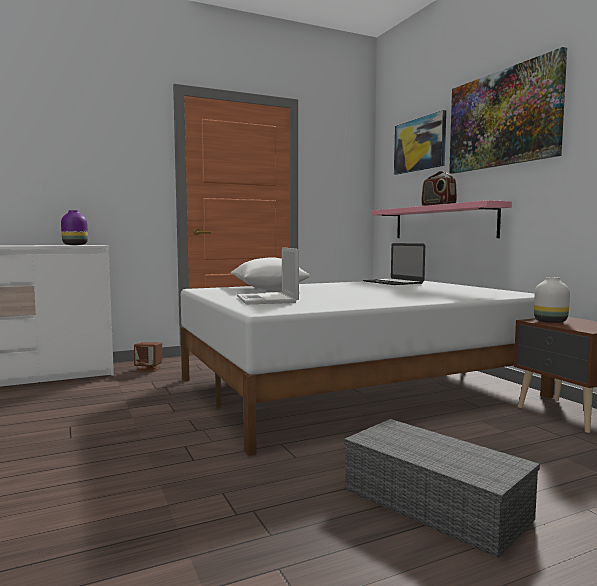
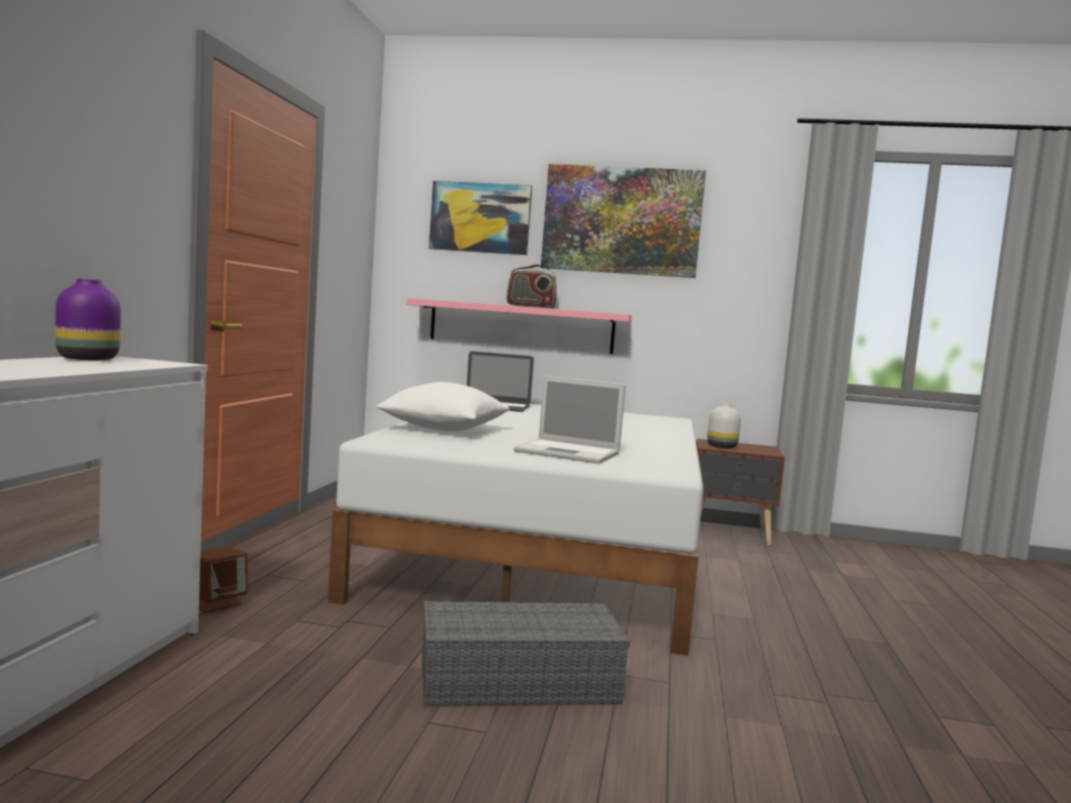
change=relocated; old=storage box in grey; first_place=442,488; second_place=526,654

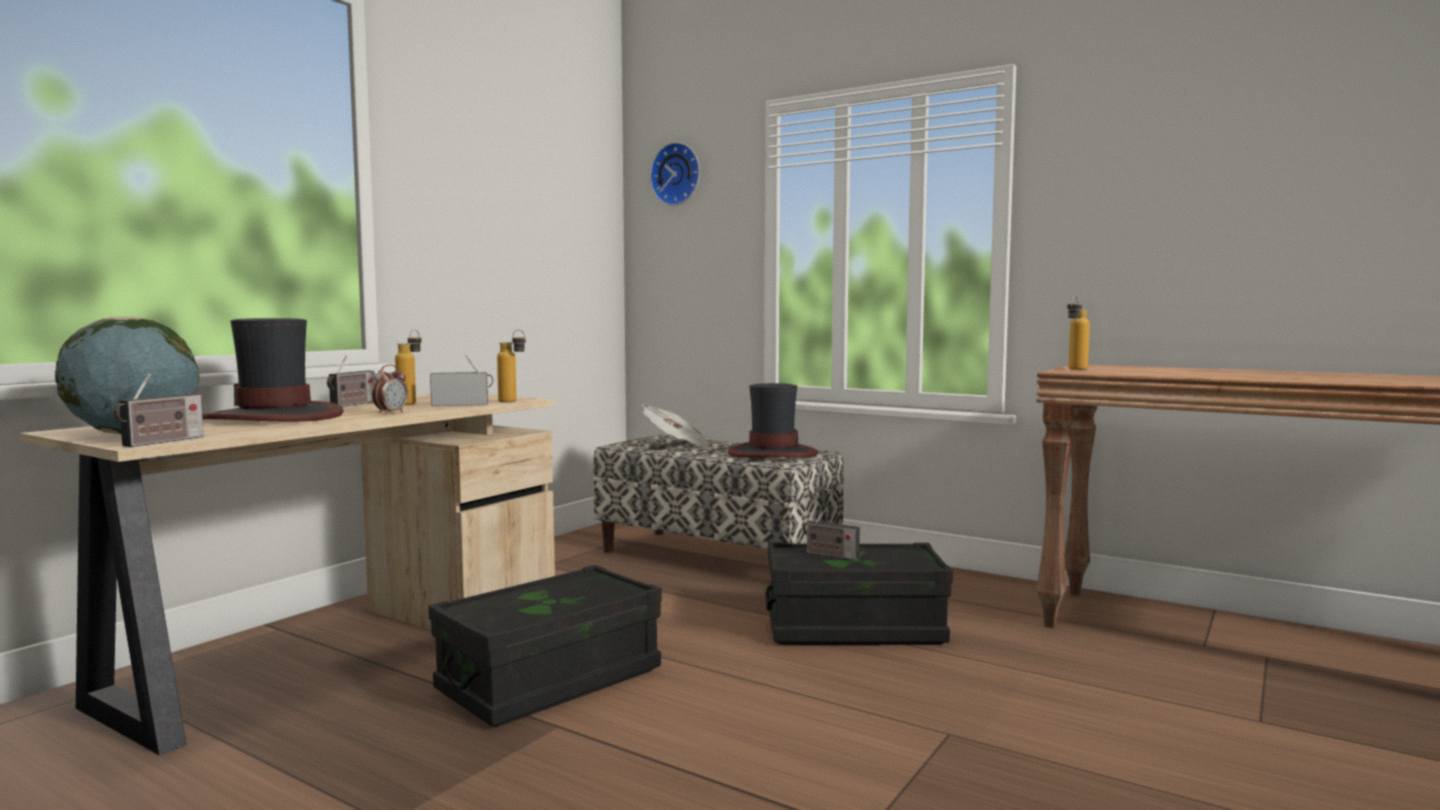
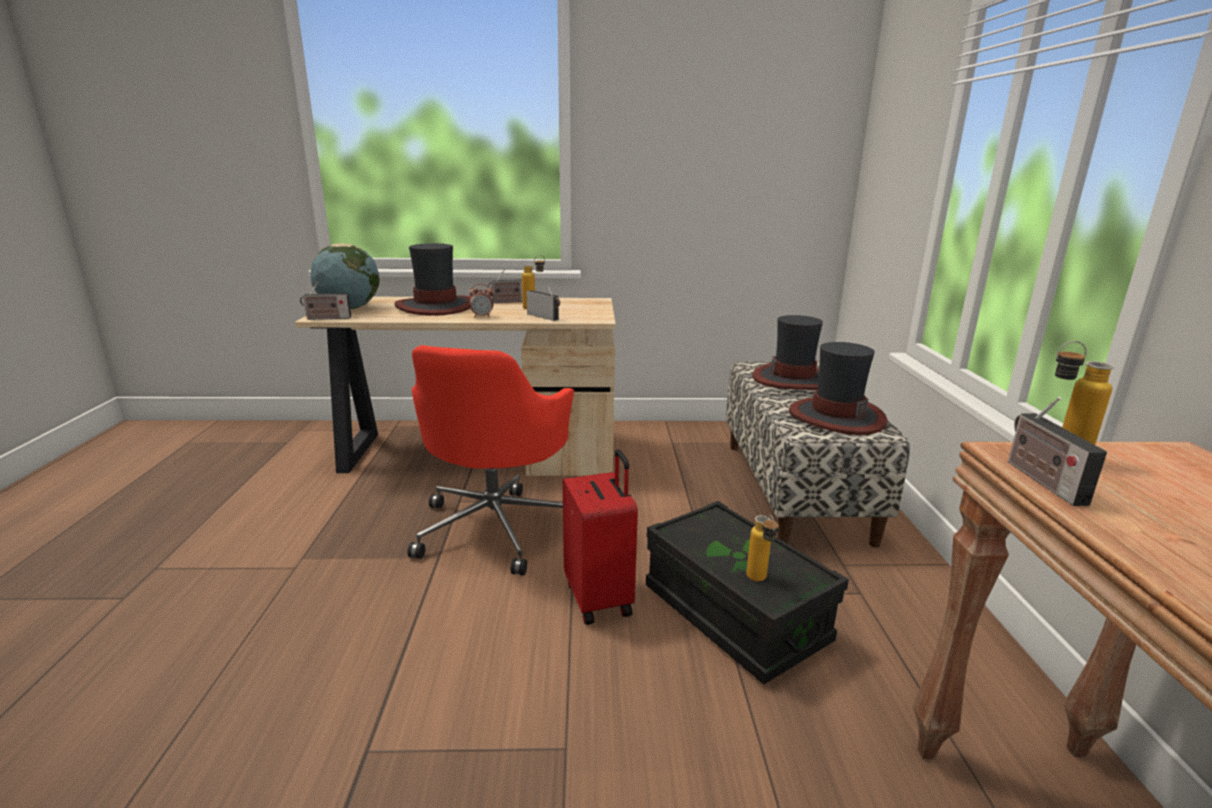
change=exchanged; old=storage box in black; new=office chair in red; first_place=545,646; second_place=490,460
change=relocated; old=bottle; first_place=511,365; second_place=762,548
change=exchanged; old=newspaper; new=hat; first_place=675,426; second_place=787,352
change=missing; old=wall clock; first_place=675,174
change=relocated; old=radio; first_place=831,533; second_place=1057,451
change=appeared; new=suitcase in red; second_place=600,537

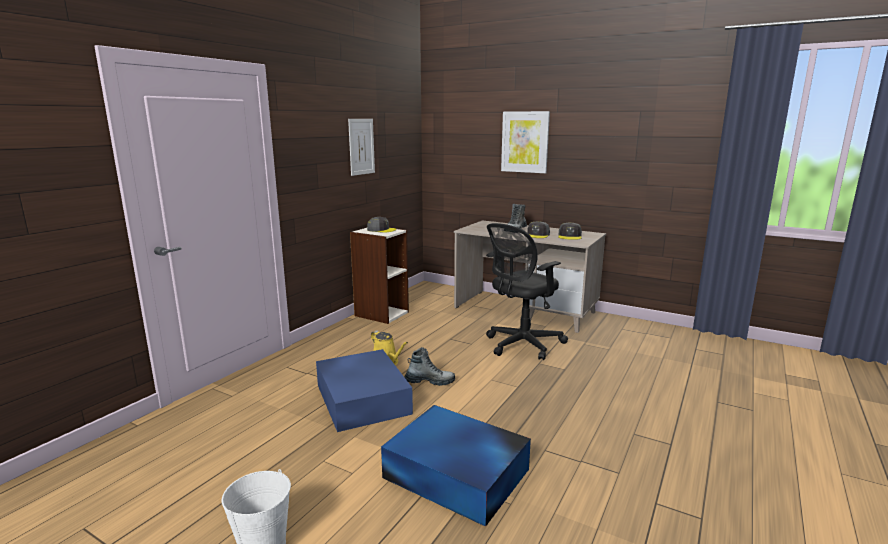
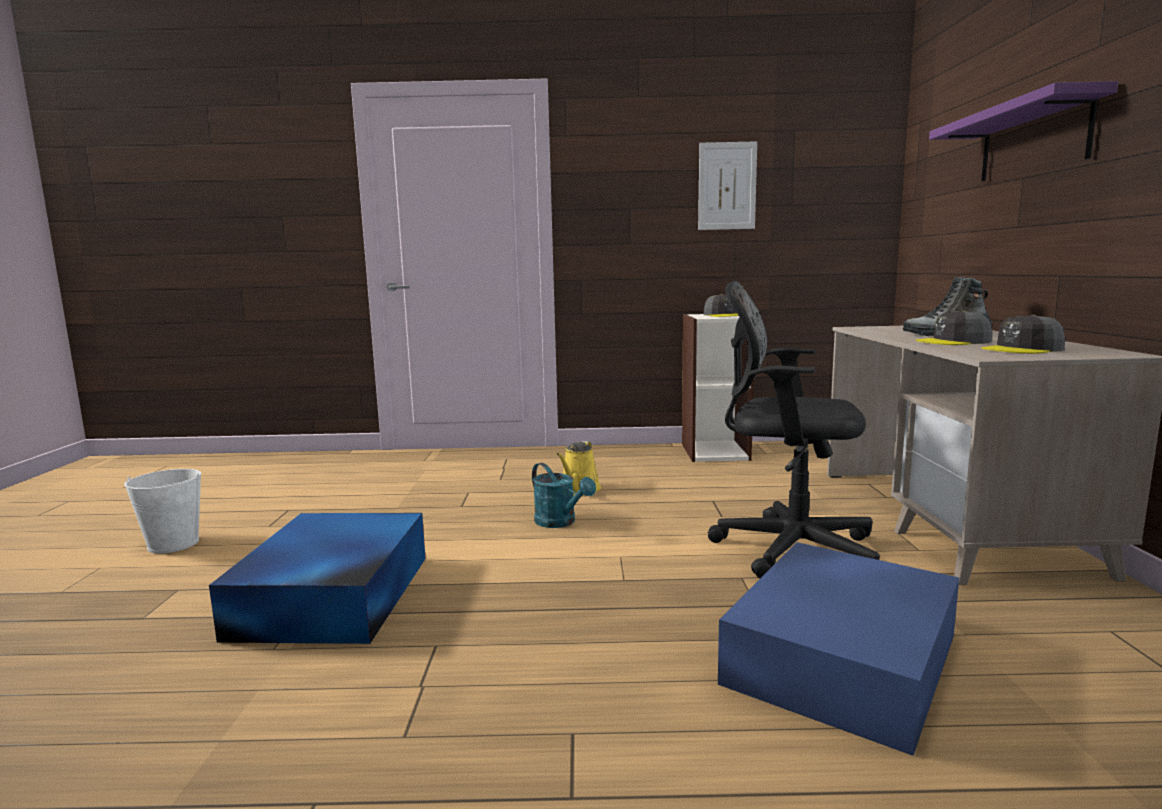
change=relocated; old=storage box in blue; first_place=364,390; second_place=838,649
change=exchanged; old=boot; new=watering can in turquoise; first_place=430,366; second_place=564,495
change=exchanged; old=picture; new=shelf in purple; first_place=525,142; second_place=1023,131

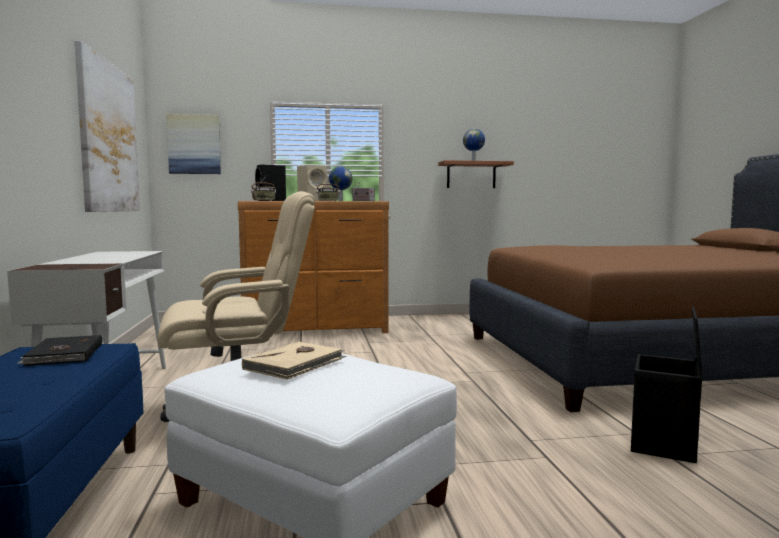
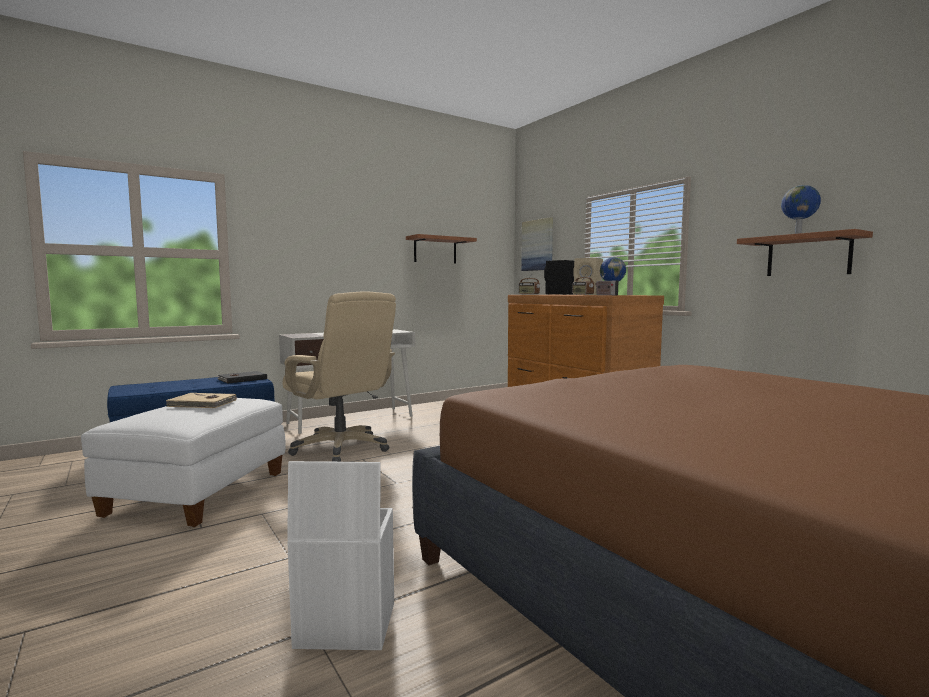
change=exchanged; old=picture; new=shelf; first_place=107,126; second_place=441,249
change=colour; old=storage box in black; new=storage box in white; first_place=667,385; second_place=340,555

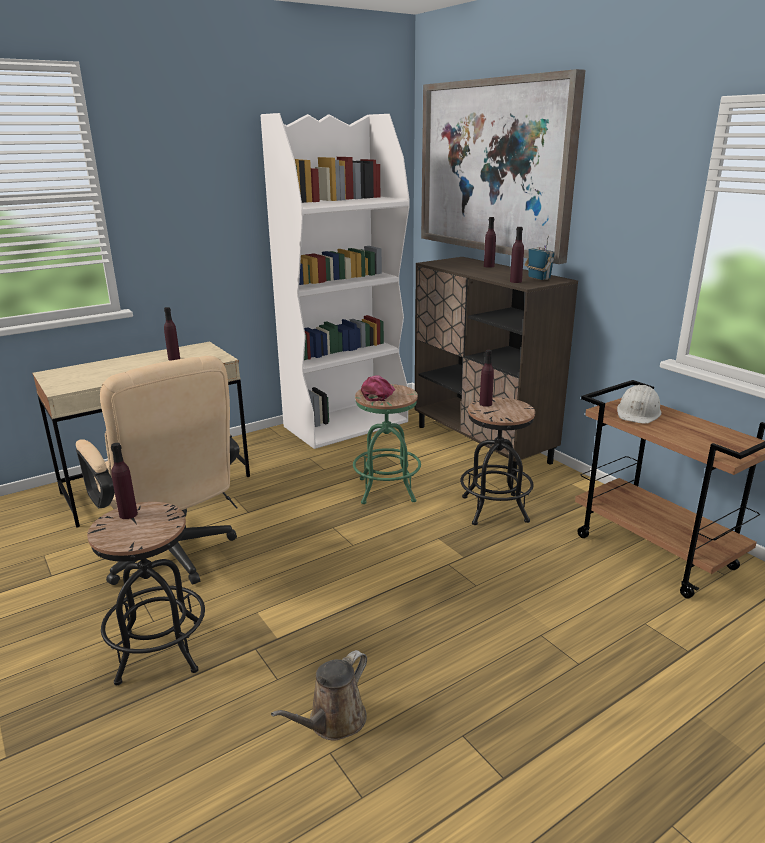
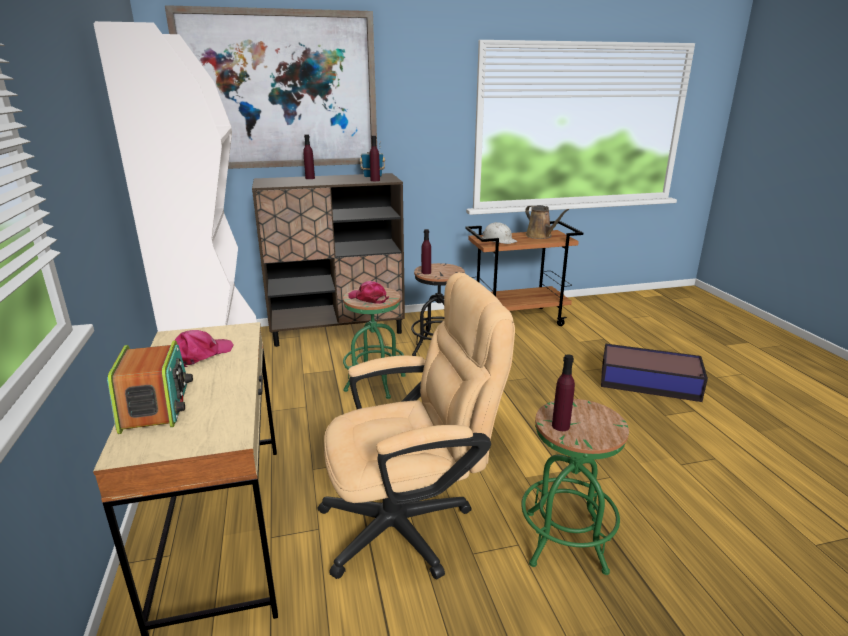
change=colour; old=stool in black; new=stool in green; first_place=146,593; second_place=575,487
change=exchanged; old=bottle in purple; new=cap in pink; first_place=172,334; second_place=204,348
change=relocated; old=watering can in brown; first_place=319,695; second_place=547,222
change=appeared; new=radio; second_place=150,387
change=appeared; new=storage box; second_place=654,372

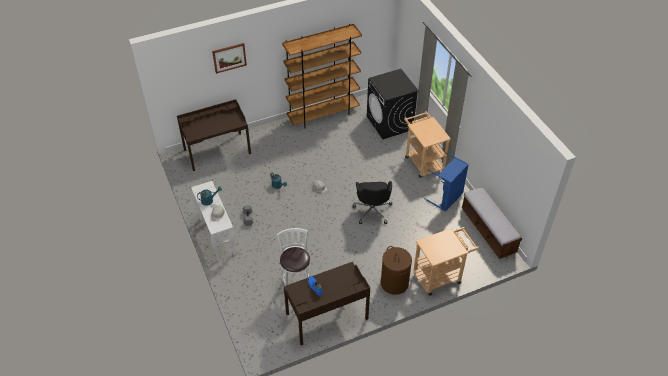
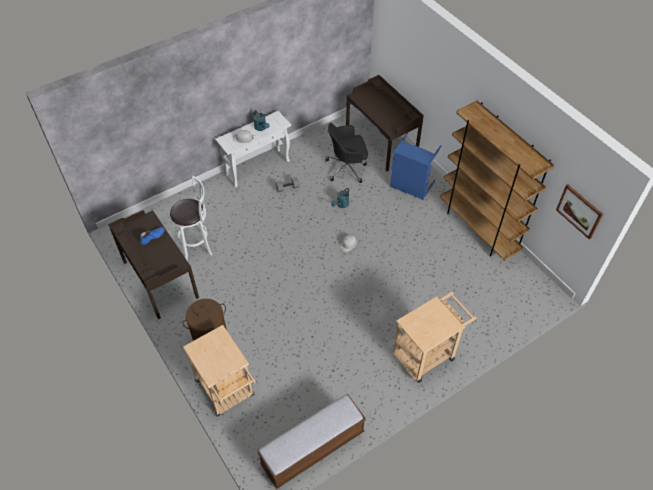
change=relocated; old=picture; first_place=229,58; second_place=579,212
change=relocated; old=office chair in black; first_place=372,202; second_place=346,153
change=missing; old=washing machine in black; first_place=393,104
change=relocated; old=laundry basket in blue; first_place=446,182; second_place=415,166

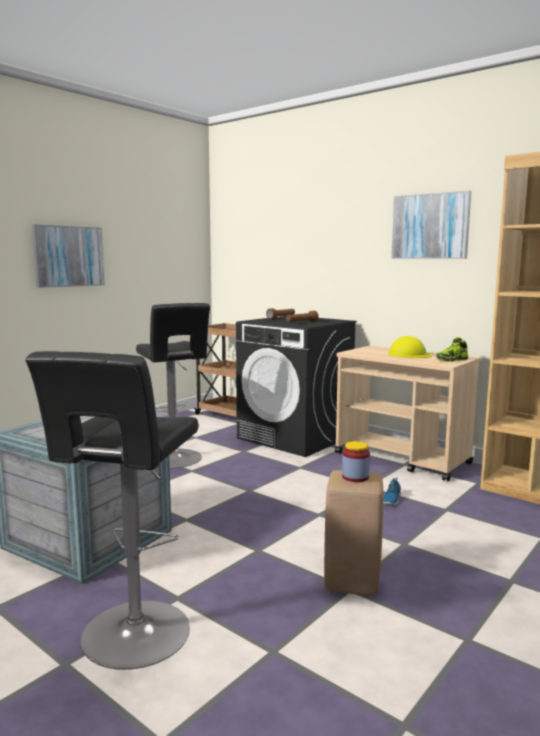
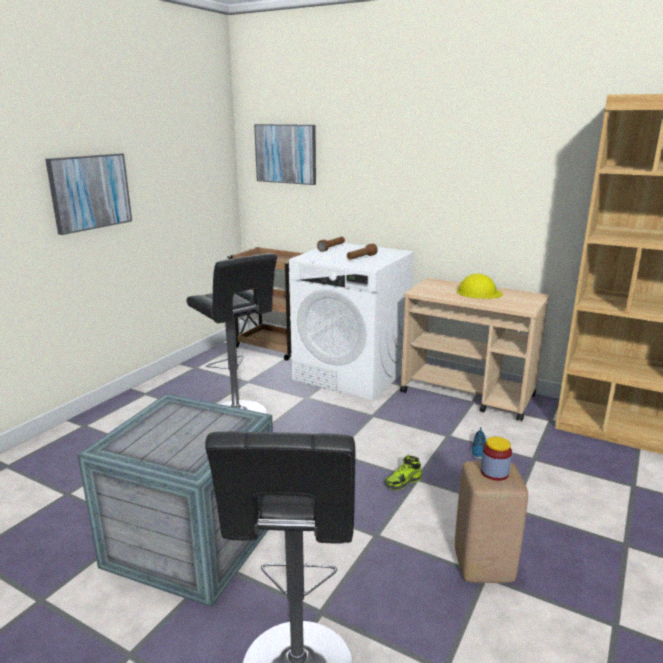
change=colour; old=washing machine in black; new=washing machine in white; first_place=296,386; second_place=352,322
change=relocated; old=picture; first_place=431,224; second_place=285,154
change=relocated; old=shoe; first_place=452,349; second_place=403,473

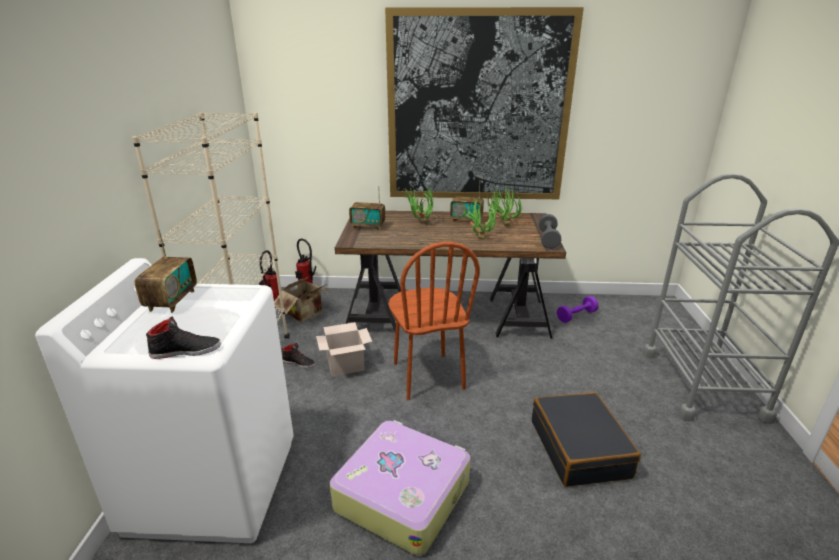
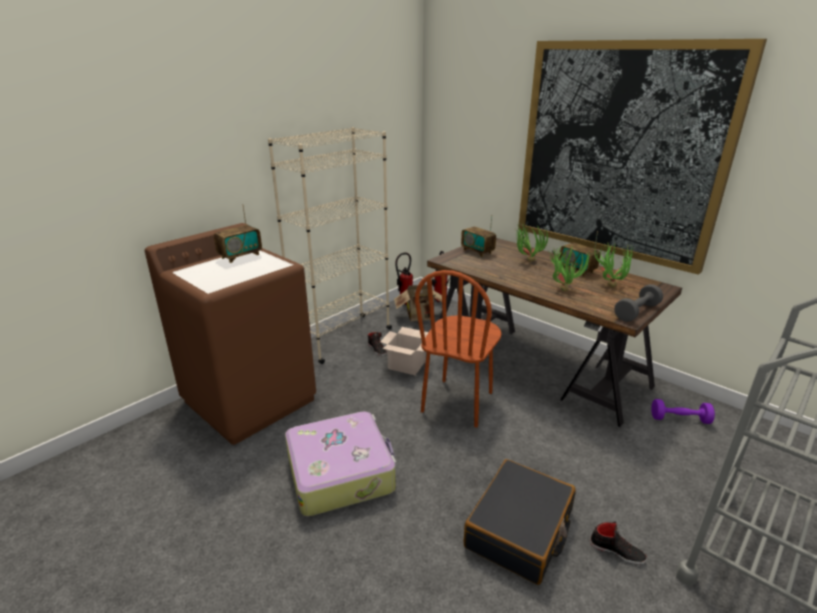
change=colour; old=washing machine in white; new=washing machine in brown; first_place=164,400; second_place=230,334
change=relocated; old=shoe in black; first_place=183,337; second_place=618,543

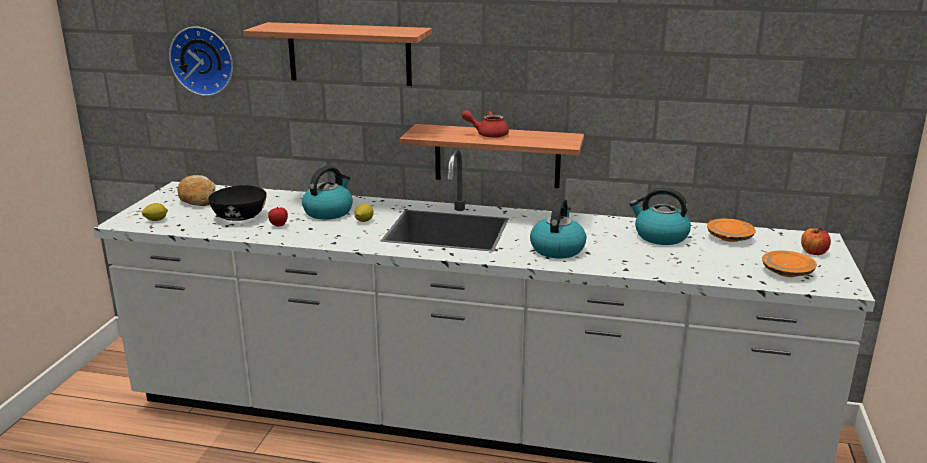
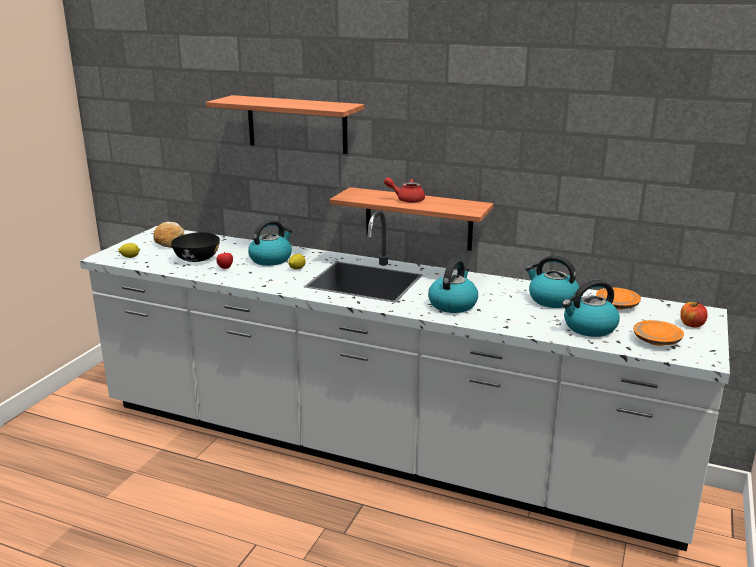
change=missing; old=wall clock; first_place=201,61
change=appeared; new=kettle; second_place=591,308

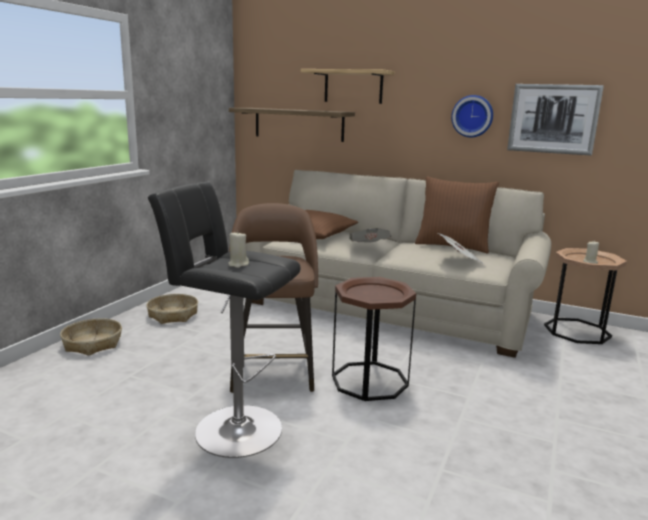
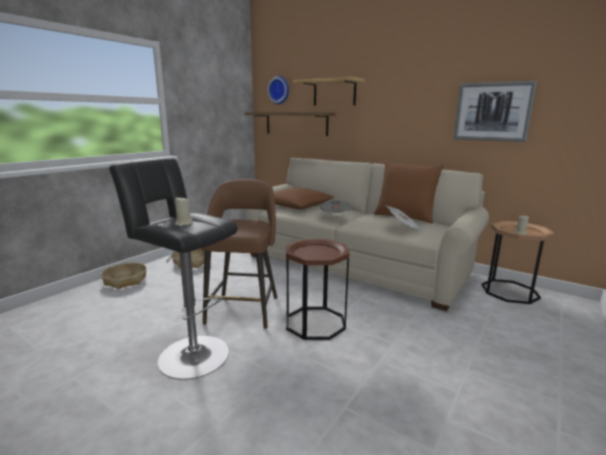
change=relocated; old=wall clock; first_place=472,116; second_place=278,90

